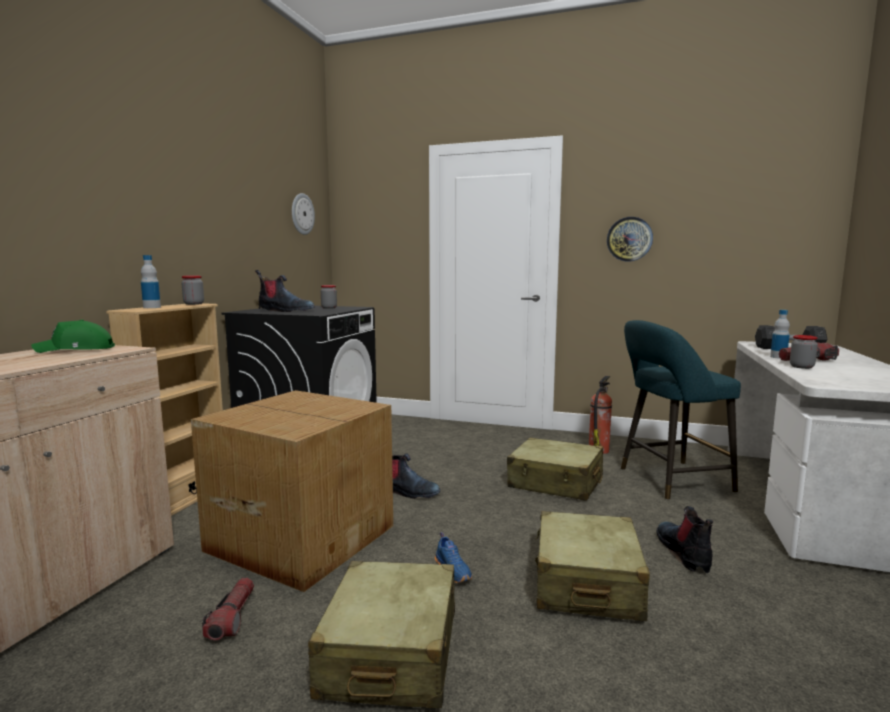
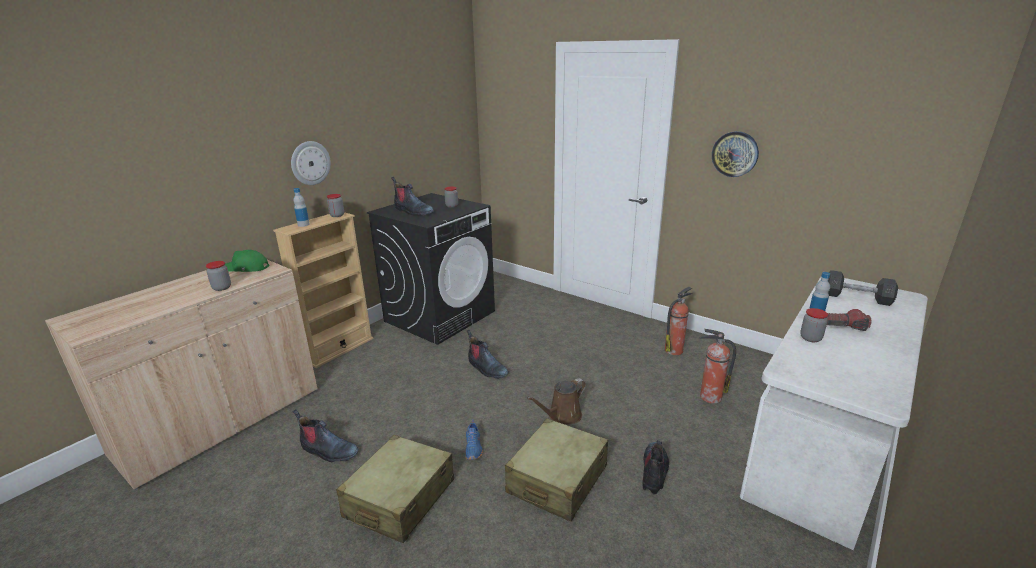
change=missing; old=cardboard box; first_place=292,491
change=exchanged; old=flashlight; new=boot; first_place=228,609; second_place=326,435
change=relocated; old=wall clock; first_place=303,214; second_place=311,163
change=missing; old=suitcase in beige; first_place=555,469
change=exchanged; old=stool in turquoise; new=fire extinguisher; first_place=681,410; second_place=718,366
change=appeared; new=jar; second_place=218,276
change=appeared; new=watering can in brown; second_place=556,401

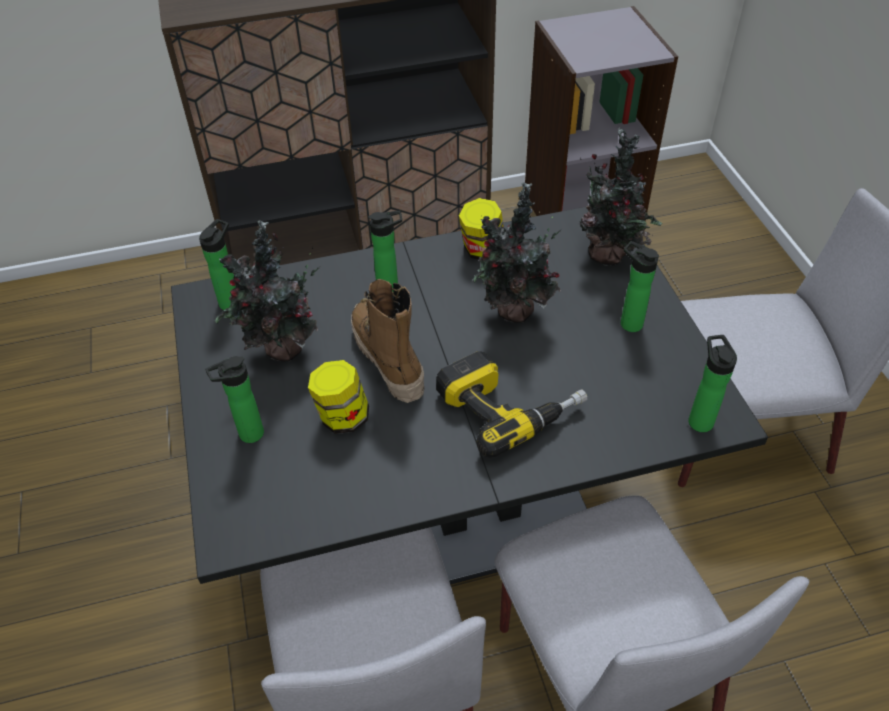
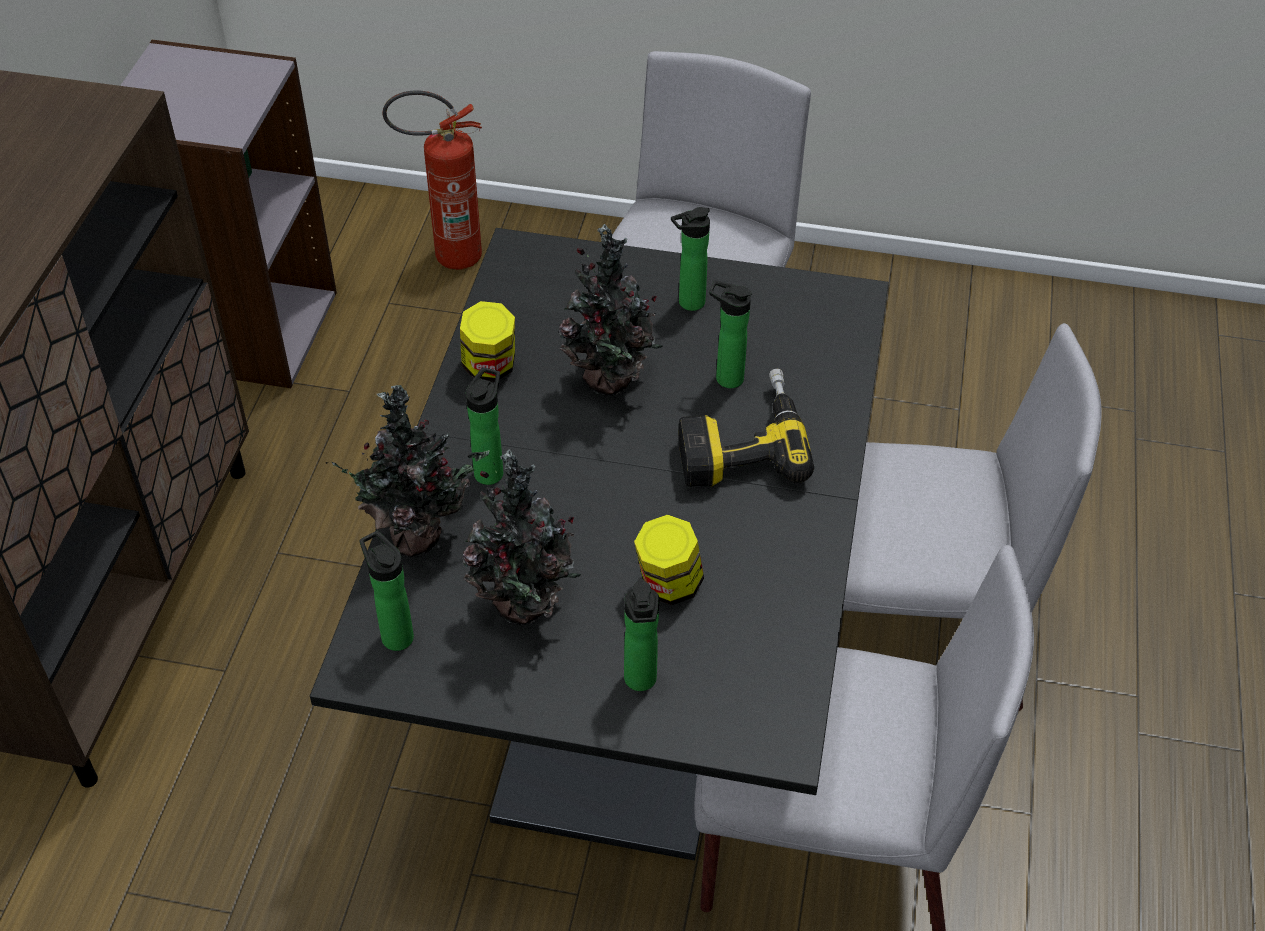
change=missing; old=boot; first_place=387,341
change=relocated; old=potted plant; first_place=620,197; second_place=408,471
change=relocated; old=bottle; first_place=712,383; second_place=730,334
change=appeared; new=fire extinguisher; second_place=432,180

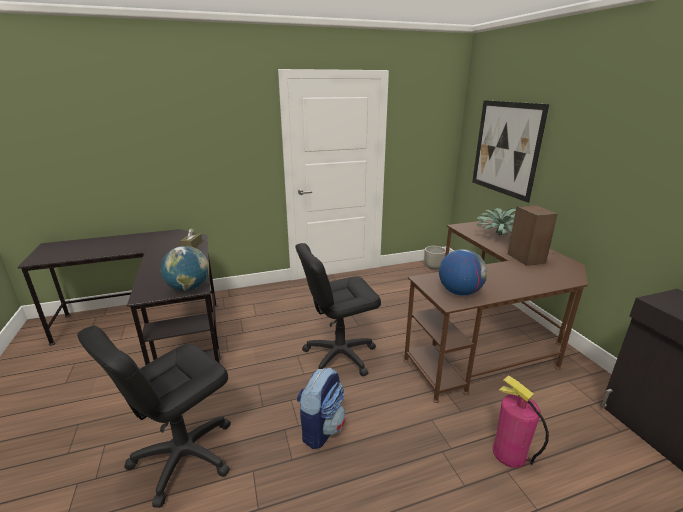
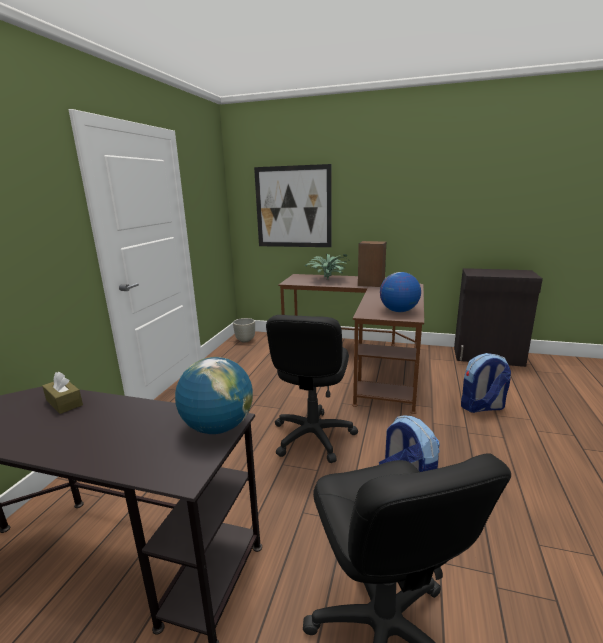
change=exchanged; old=fire extinguisher; new=backpack; first_place=521,422; second_place=486,383

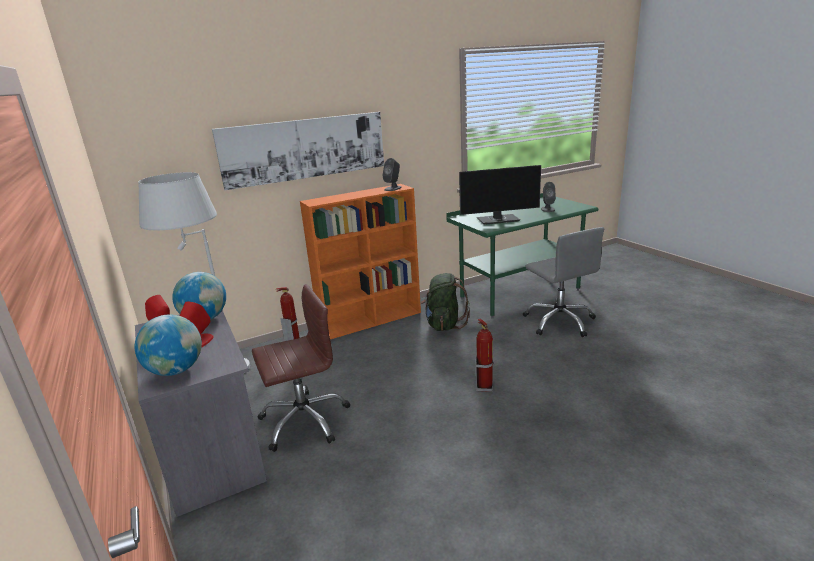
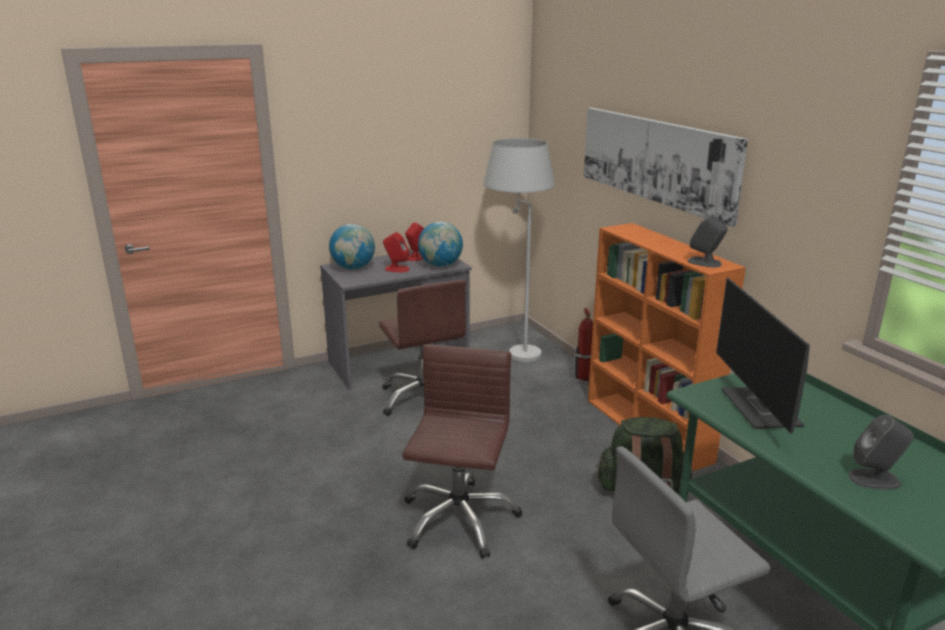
change=exchanged; old=fire extinguisher; new=office chair in brown; first_place=484,355; second_place=462,452

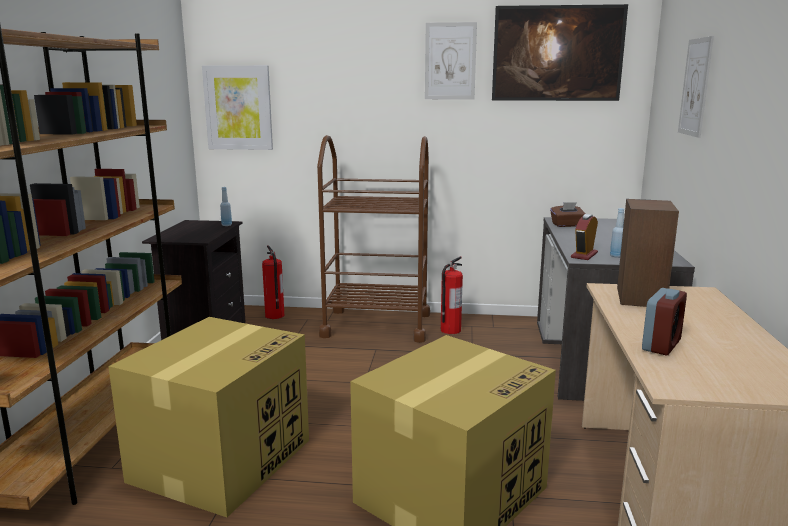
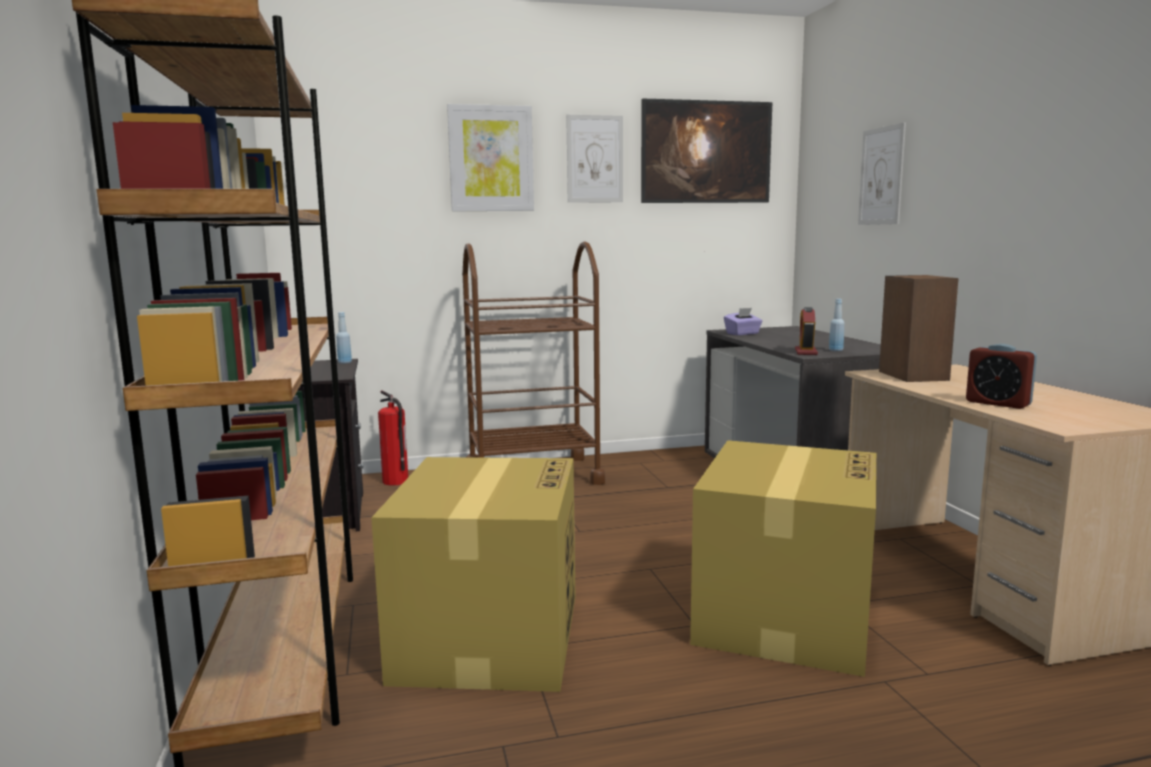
change=relocated; old=picture; first_place=237,107; second_place=490,157
change=missing; old=fire extinguisher; first_place=452,295
change=colour; old=tissue box in brown; new=tissue box in purple; first_place=567,214; second_place=743,321
change=spun; old=alarm clock; first_place=664,322; second_place=1001,376; degrees=120

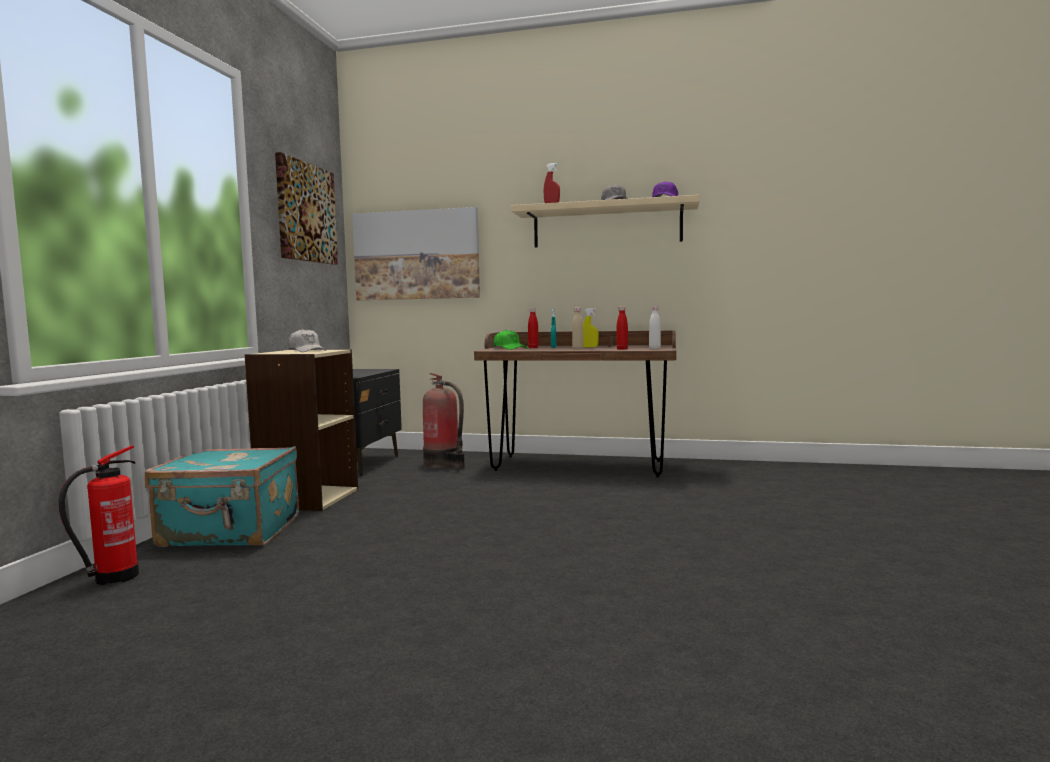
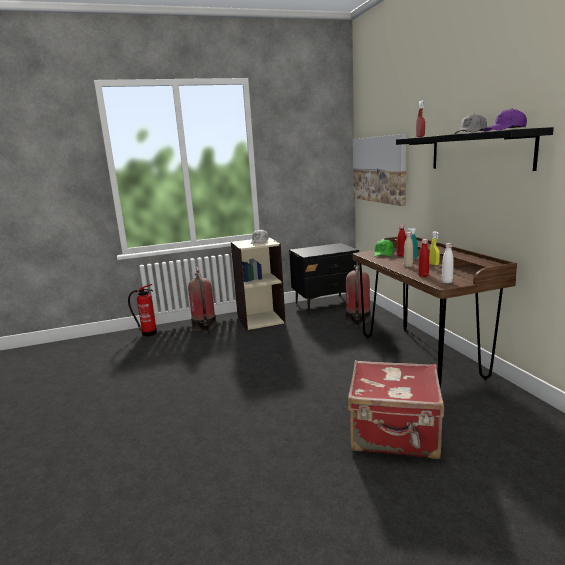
change=exchanged; old=suitcase in turquoise; new=fire extinguisher; first_place=222,496; second_place=202,301
change=missing; old=picture; first_place=306,208
change=colour; old=shelf in beige; new=shelf in black; first_place=605,221; second_place=475,149
change=appeared; new=suitcase in red; second_place=396,409

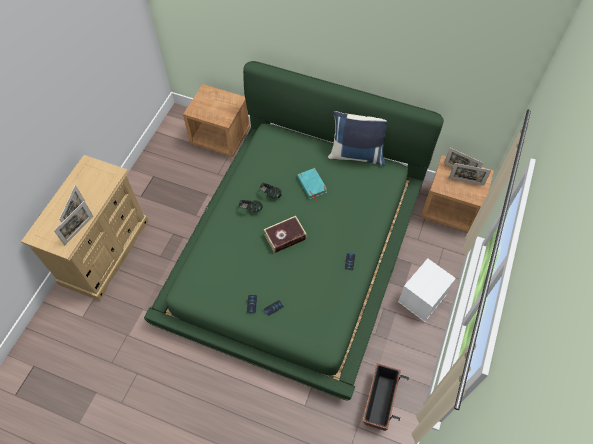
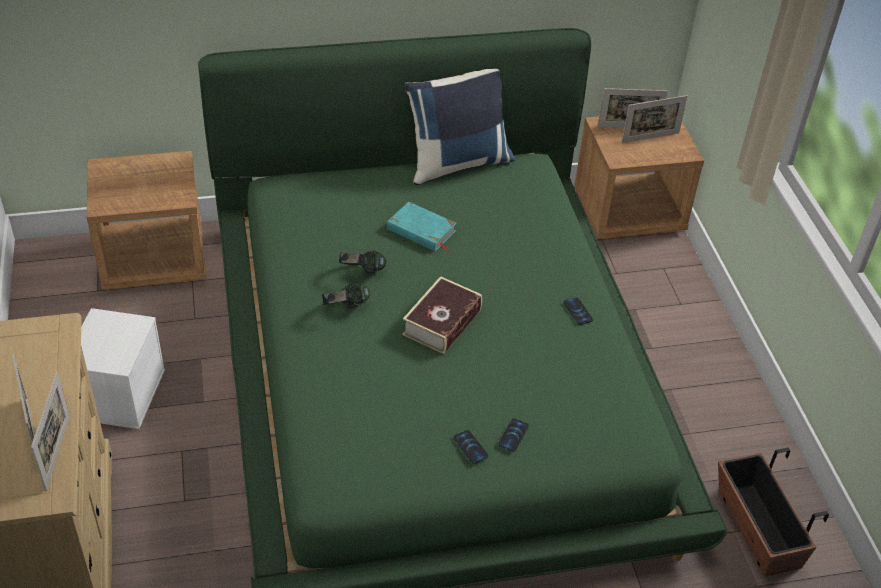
change=relocated; old=storage box in white; first_place=427,290; second_place=123,368

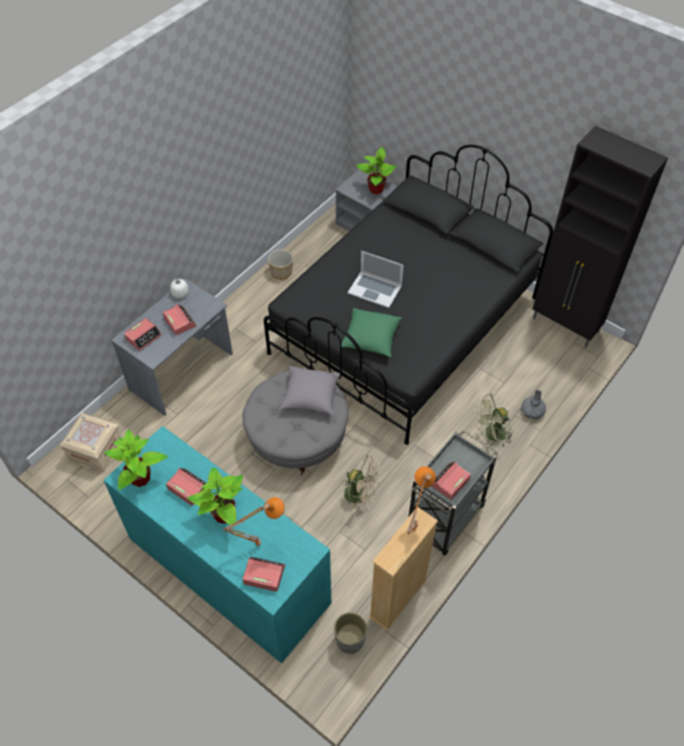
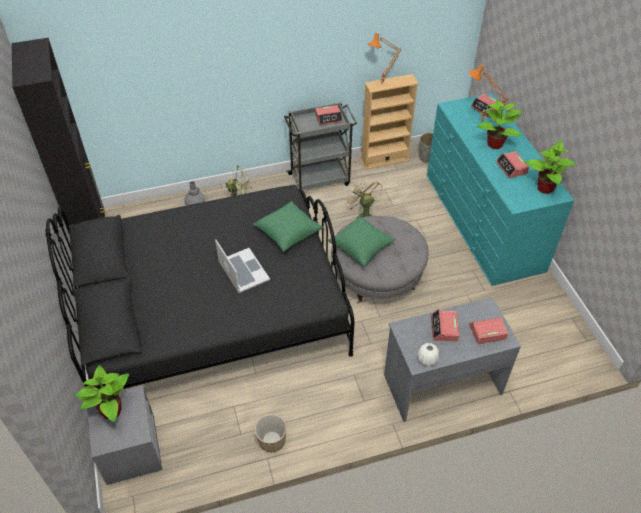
change=missing; old=storage box in beige; first_place=90,442
change=colour; old=pillow in grey; new=pillow in green; first_place=310,390; second_place=362,241

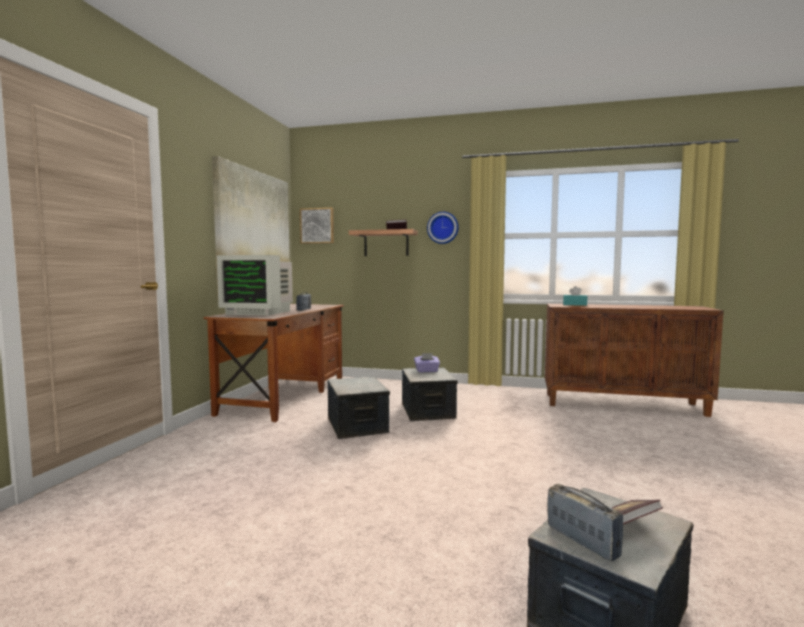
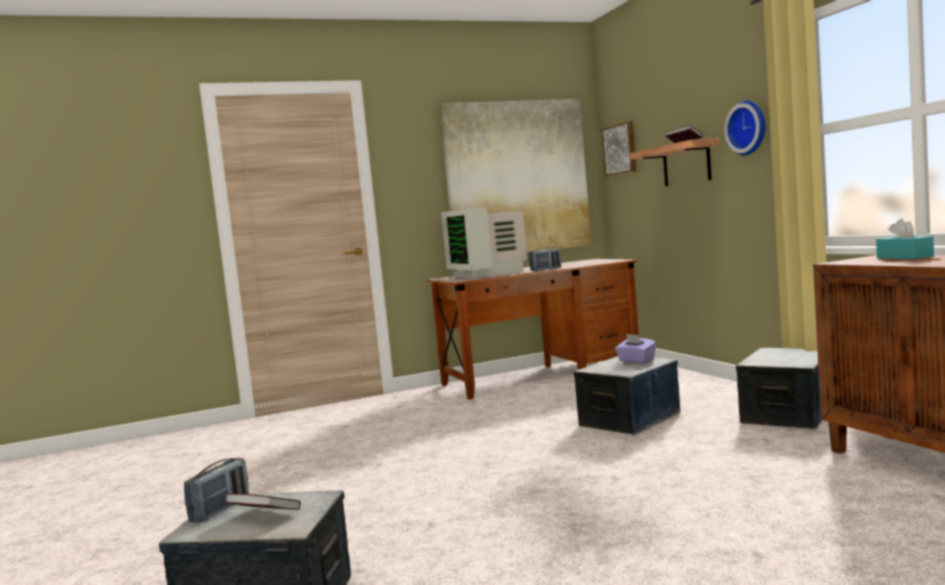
change=relocated; old=storage box; first_place=358,407; second_place=779,388

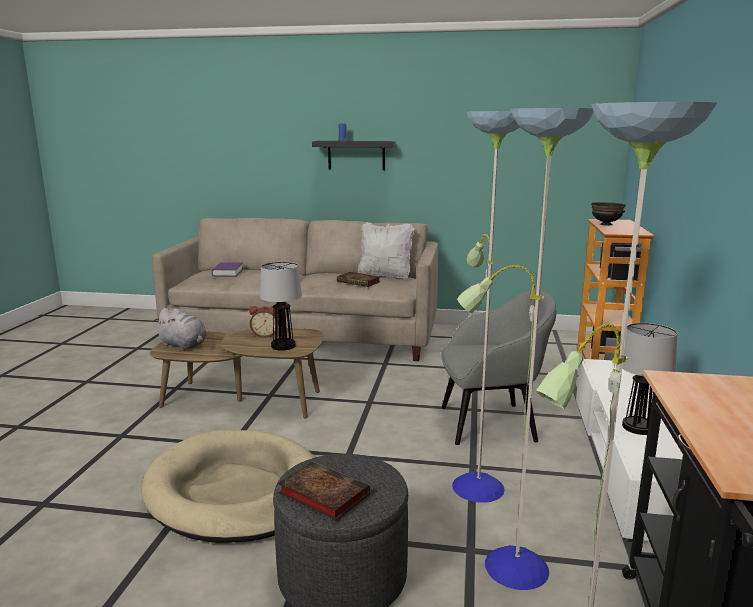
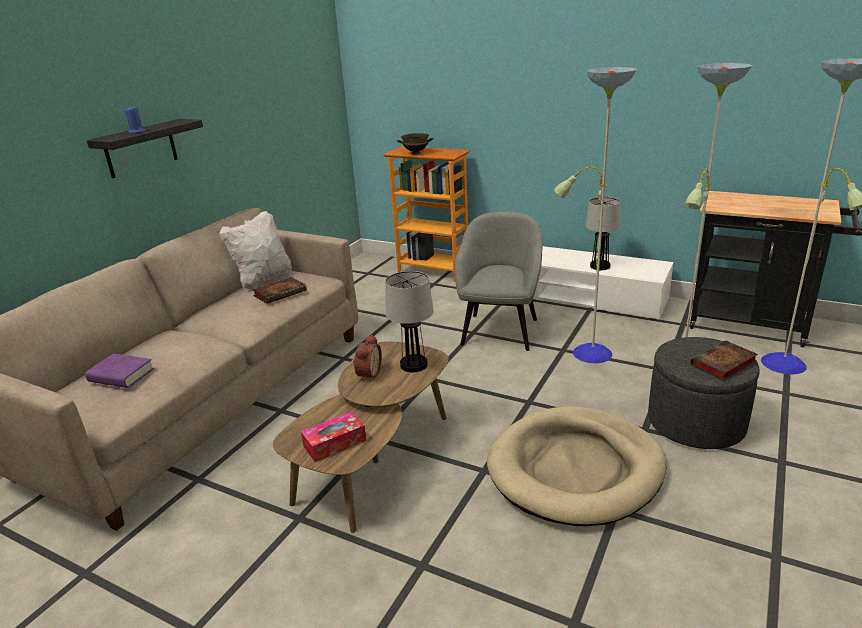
change=exchanged; old=plush toy in grey; new=tissue box; first_place=180,329; second_place=333,436

